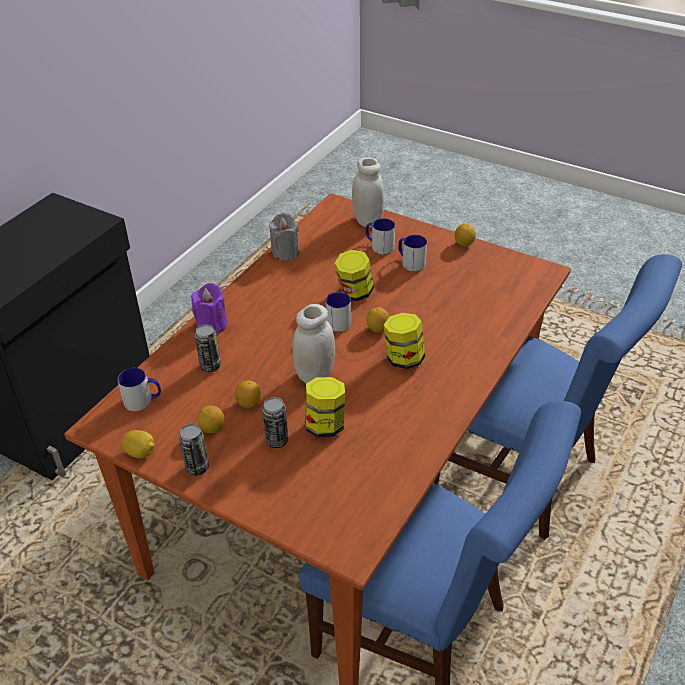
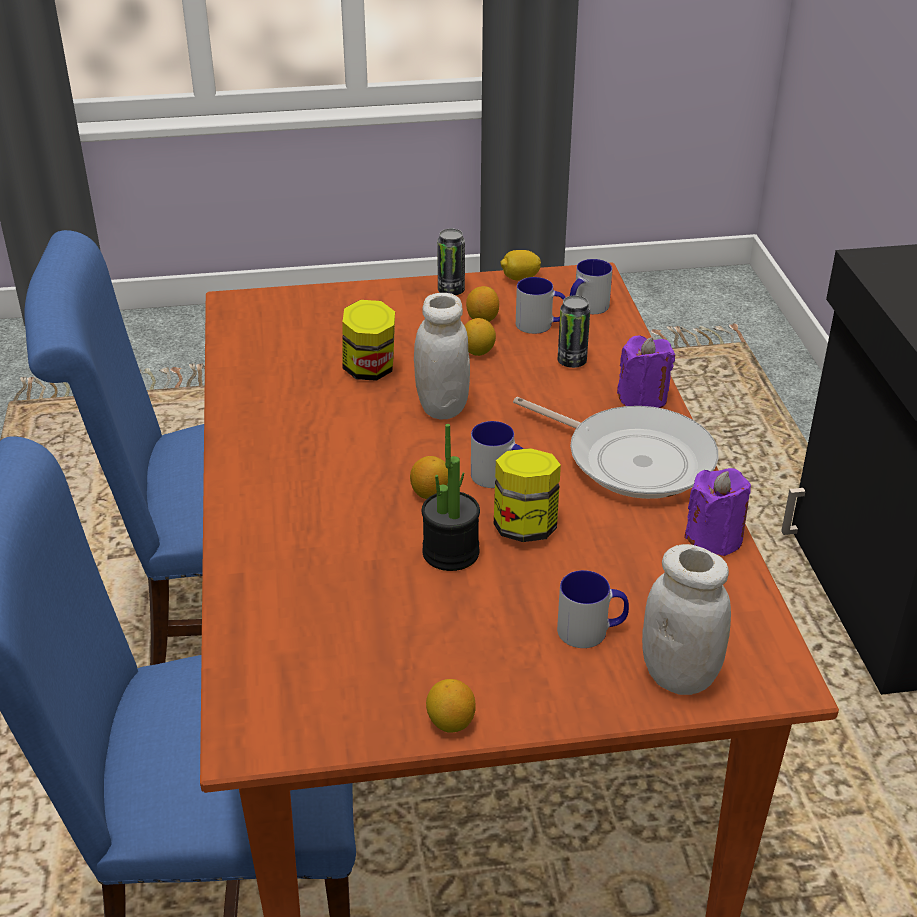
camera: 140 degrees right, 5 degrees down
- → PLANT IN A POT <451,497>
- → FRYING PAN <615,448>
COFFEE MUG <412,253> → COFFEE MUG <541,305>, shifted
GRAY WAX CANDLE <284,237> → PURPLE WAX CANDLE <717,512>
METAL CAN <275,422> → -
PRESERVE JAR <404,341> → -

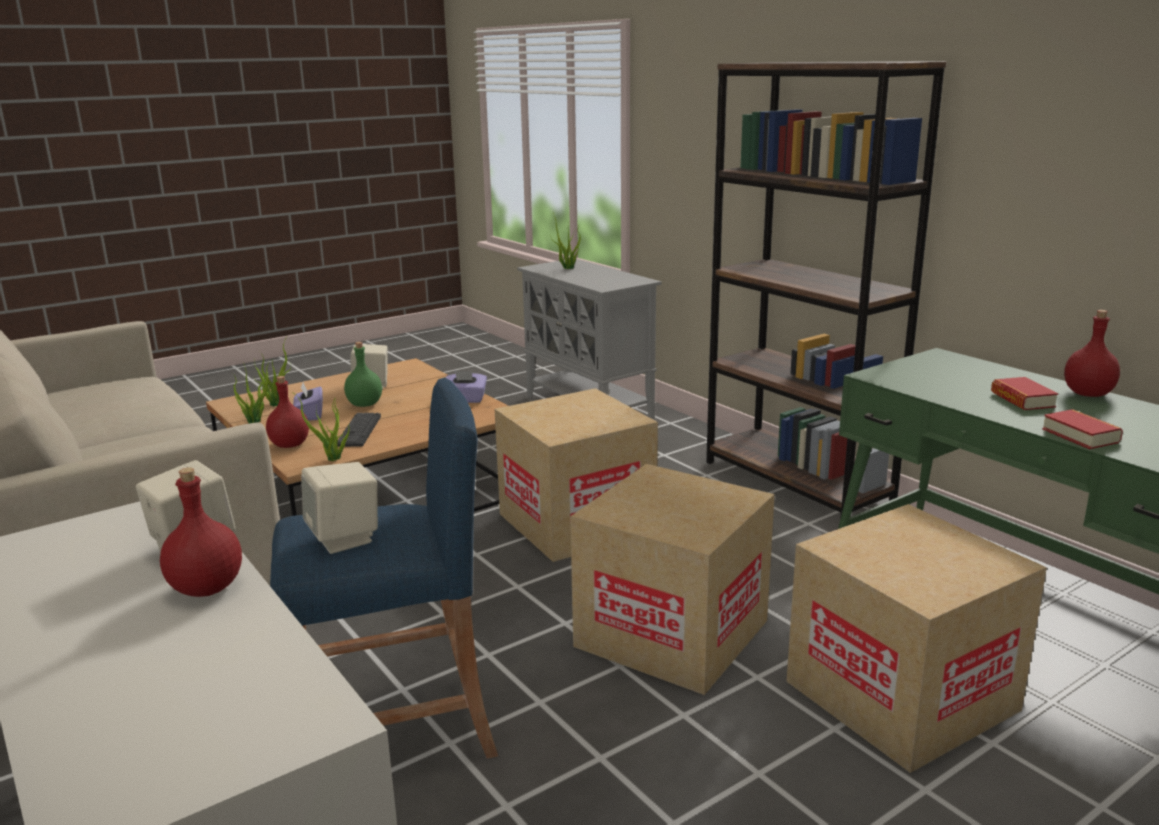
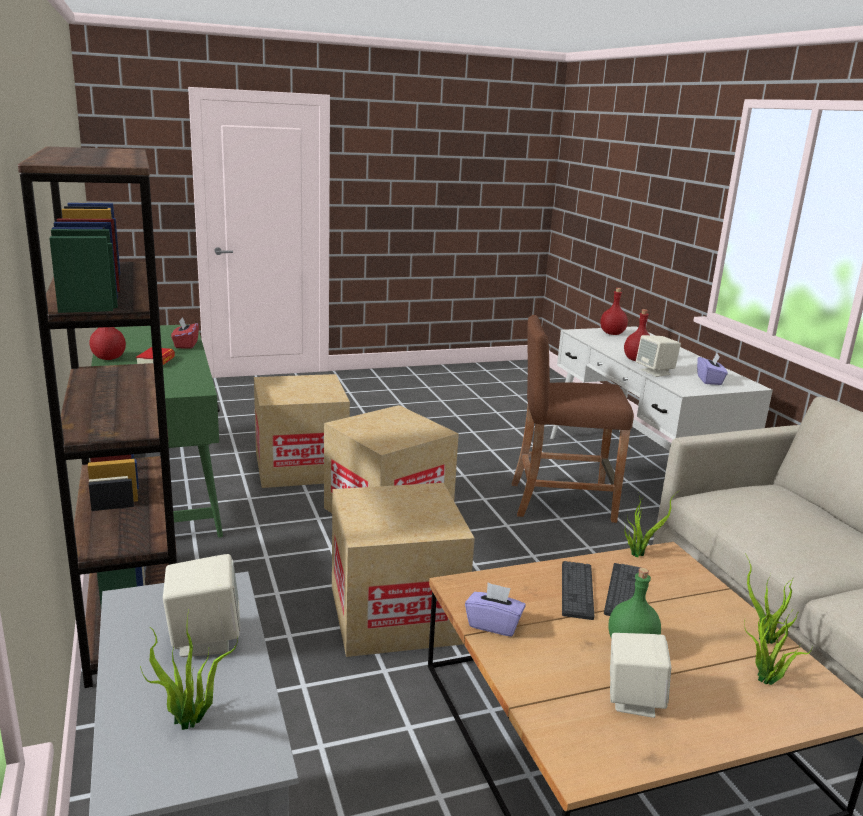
camera: 165 degrees left, 0 degrees up
BEIGE-COLOURED SPEAKER <339,508> → BEIGE-COLOURED SPEAKER <201,605>, shifted
BOUND BOOK <1082,429> → RED-COLOURED TISSUE BOX <185,333>
BLUE STOOL <384,568> → BROWN-COLOURED STOOL <573,419>
- → COMPUTER KEYBOARD <578,590>
RED-COLOURED DRINK BOTTLE <287,412> → RED-COLOURED DRINK BOTTLE <614,311>, shifted
PURPLE TISSUE BOX <308,402> → PURPLE TISSUE BOX <712,369>, shifted

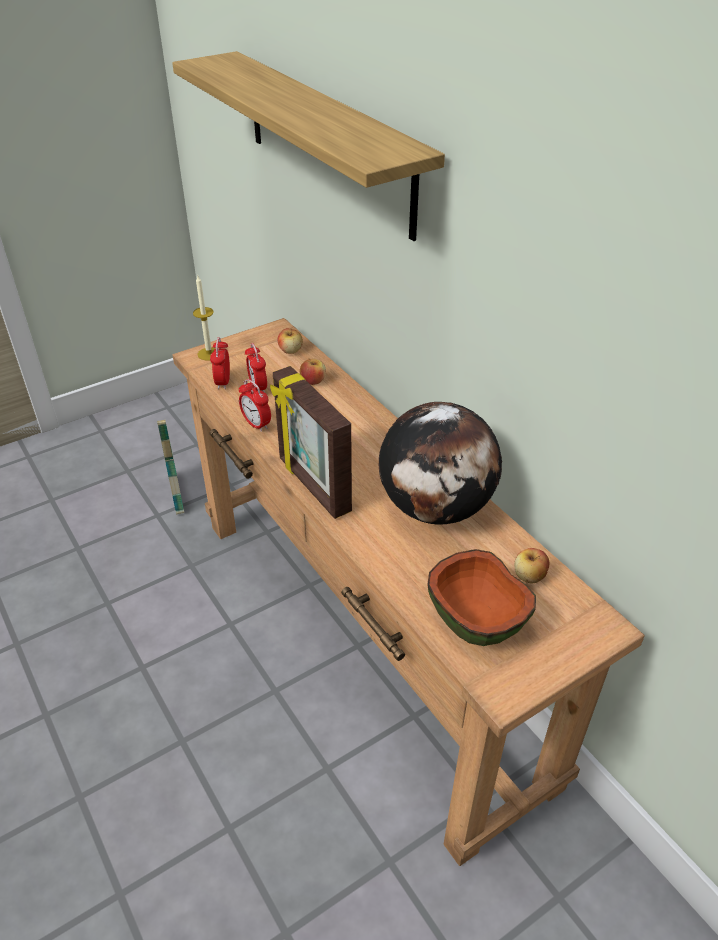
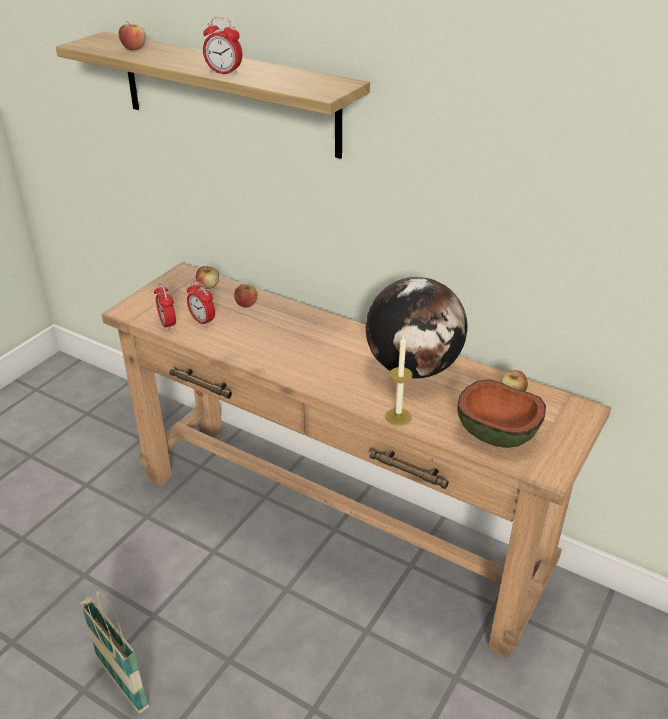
camera: 25 degrees left, 5 degrees down
HOUSEHOLD BASKET <170,464> → HOUSEHOLD BASKET <114,652>, shifted
- → WHOLE APPLE <132,35>
BEDSIDE CLOCK <255,405> → BEDSIDE CLOCK <222,46>, shifted
WAX CANDLE <204,318> → WAX CANDLE <399,380>, shifted
PICTURE FRAME <311,442> → -

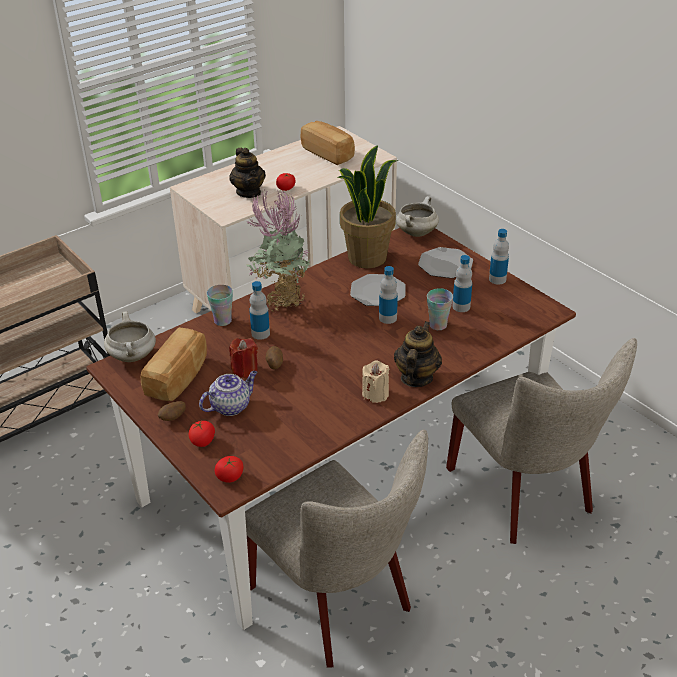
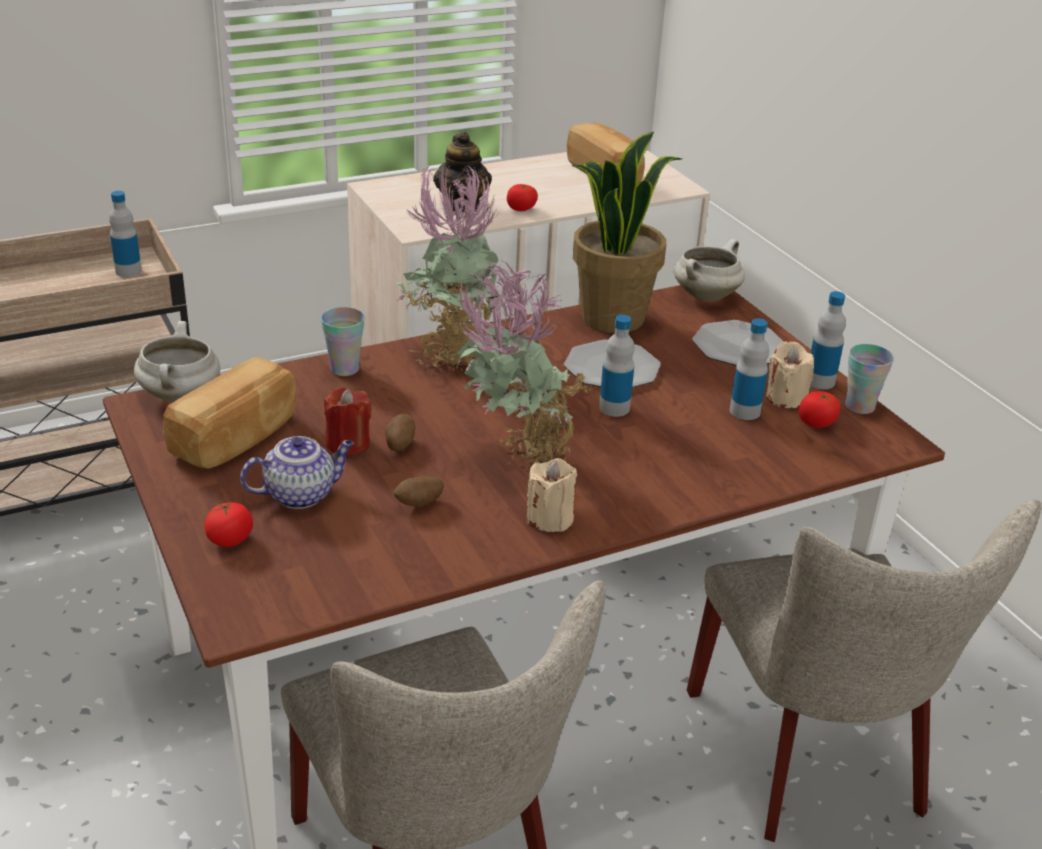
camera: 10 degrees right, 5 degrees down
DRINK BOTTLE <259,310> → DRINK BOTTLE <125,234>, shifted
WHOLE POTATO <172,411> → WHOLE POTATO <419,491>, shifted
- → PLANT IN A POT <525,361>
- → BEIGE-COLOURED WAX CANDLE <790,374>
TOMATO <229,469> → TOMATO <819,409>, shifted
CUP <440,309> → CUP <869,379>, shifted
TEA POT <418,354> → -

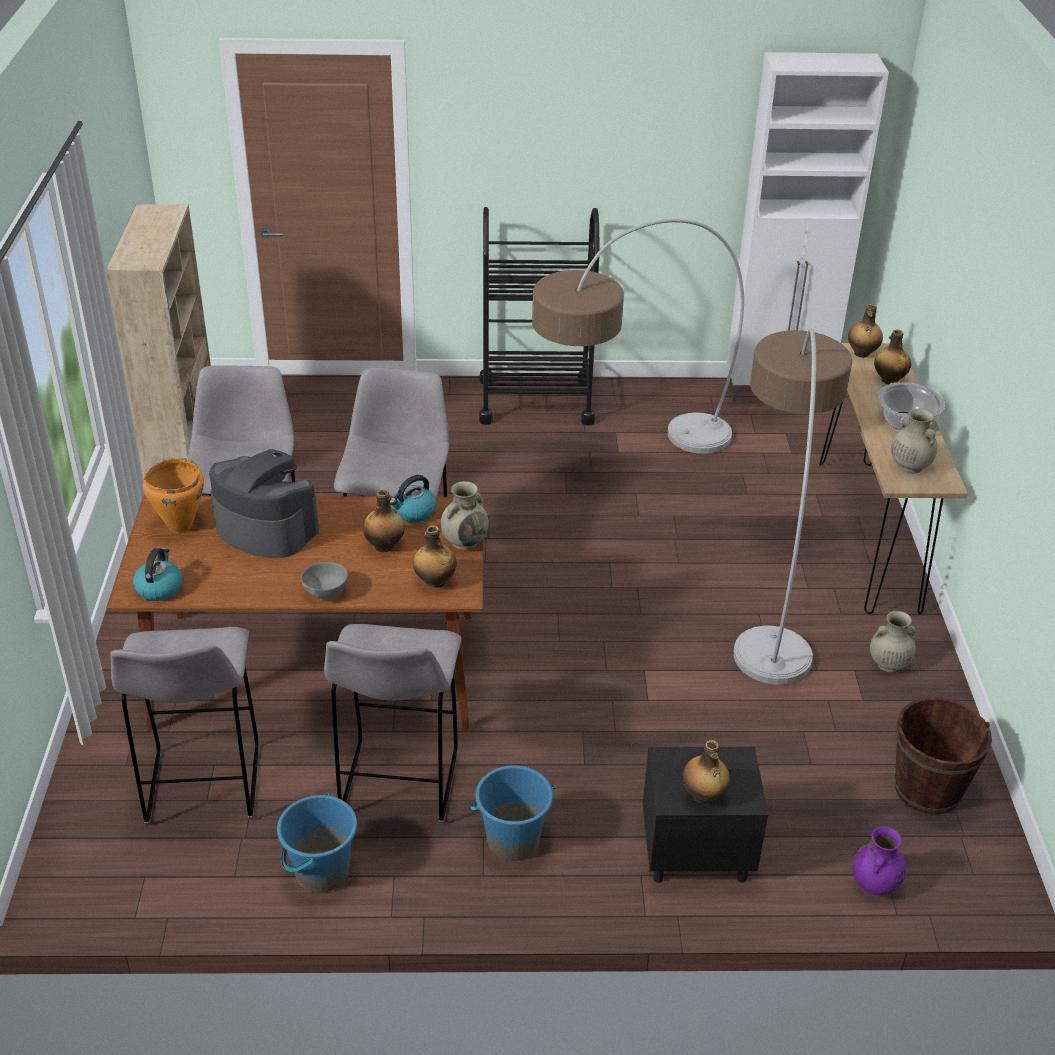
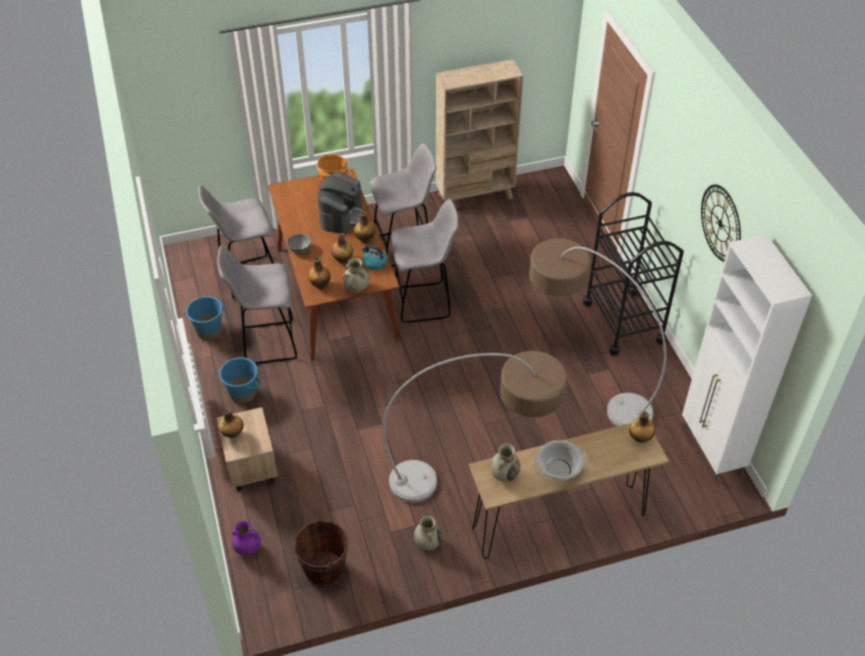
camera: 75 degrees right, 10 degrees up
BLACK BEDSIDE TABLE <705,815> → BEIGE-COLOURED BEDSIDE TABLE <247,449>
DRINK BOTTLE <892,356> → DRINK BOTTLE <364,227>, shifted
- → WALL CLOCK <721,223>
TEA KETTLE <158,574> → -

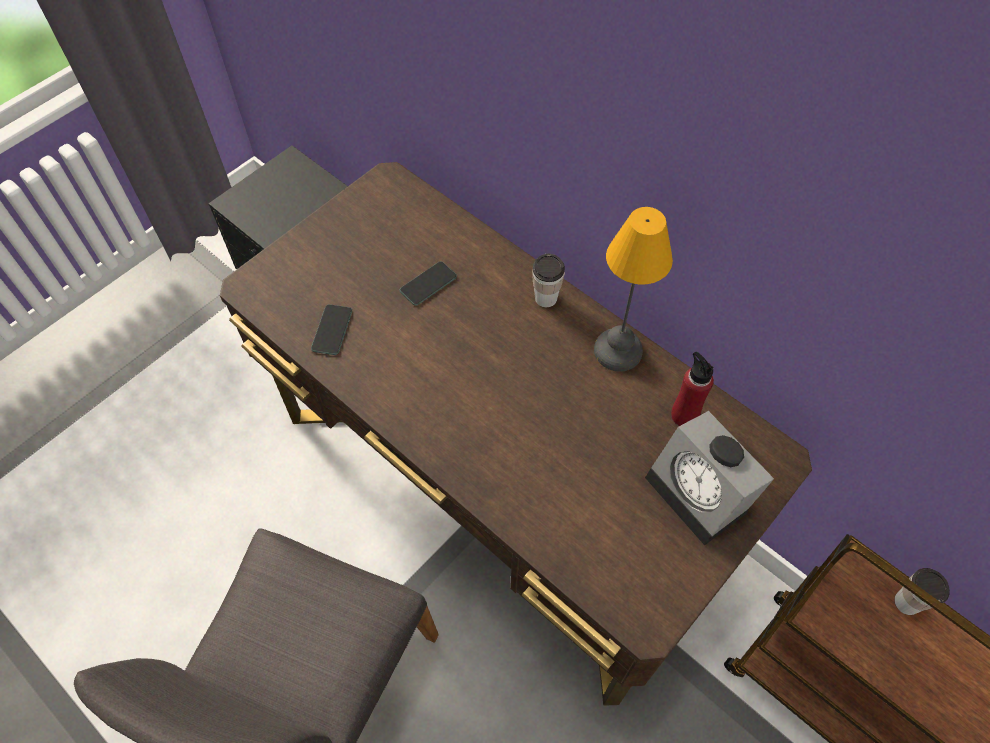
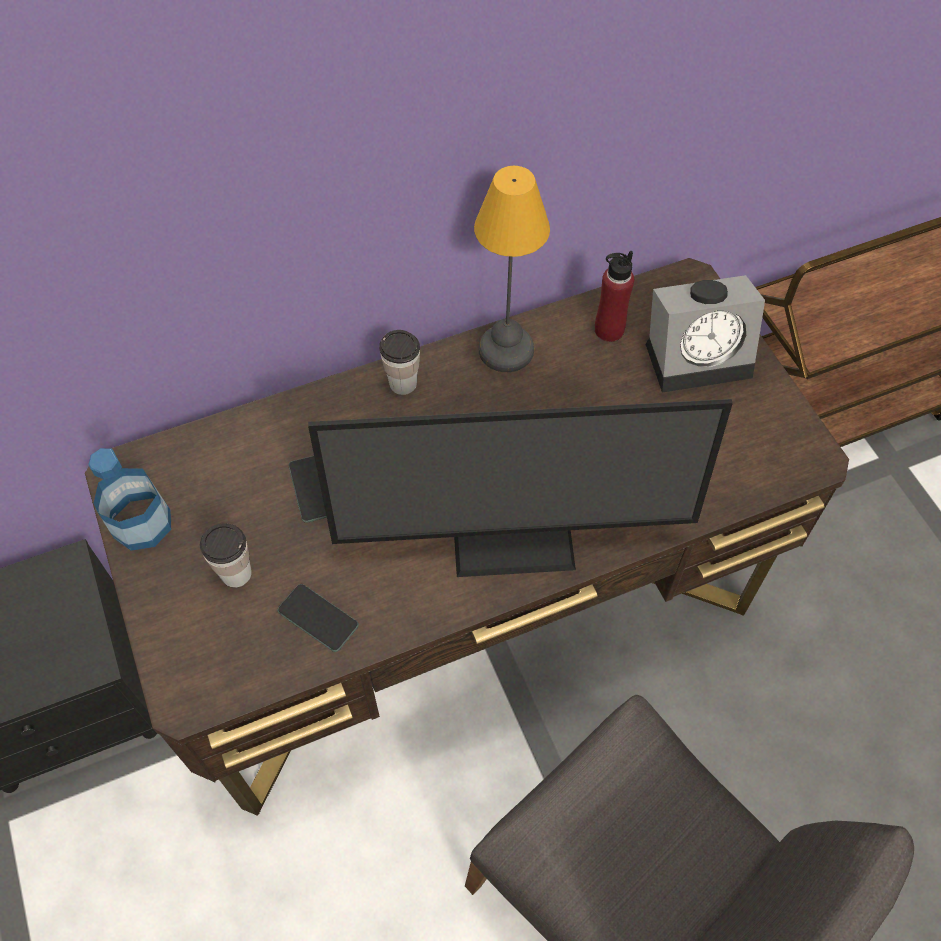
camera: 65 degrees left, 0 degrees up
- → DRINK BOTTLE <129,499>
CUP <922,591> → CUP <226,555>, shifted
- → COMPUTER SCREEN <520,488>

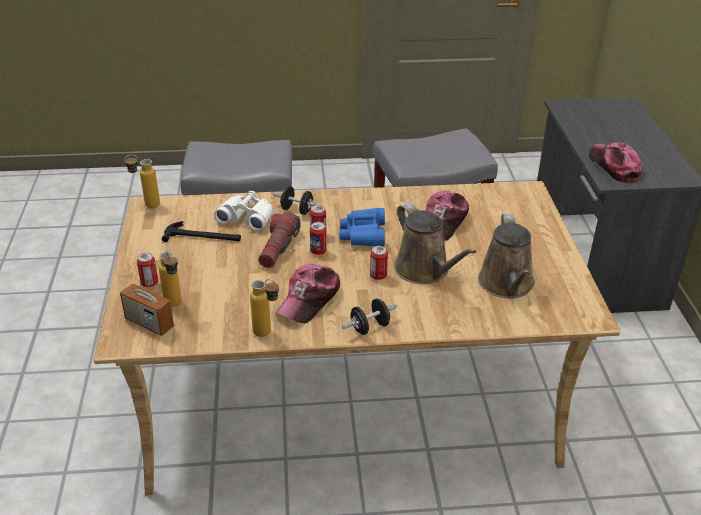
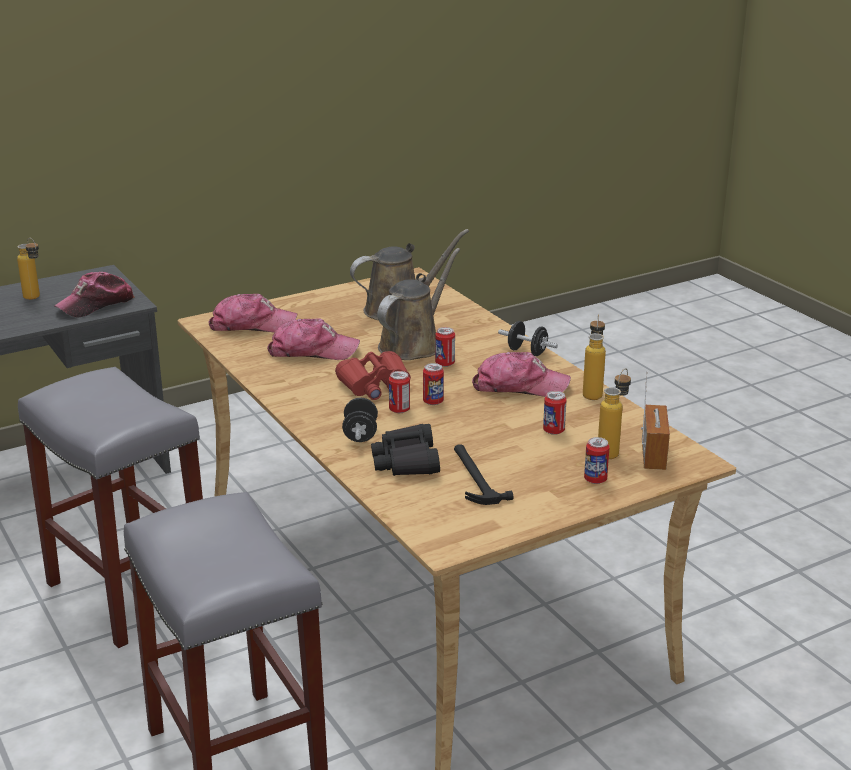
camera: 115 degrees left, 10 degrees down
DRINK BOTTLE <142,181> → DRINK BOTTLE <28,269>, shifted
- → PEAKED CAP <252,313>
BLUE BINOCULARS <362,227> → RED-COLOURED BINOCULARS <373,375>
WHITISH BINOCULARS <244,211> → BLACK BINOCULARS <405,450>
- → METAL CAN <555,413>
HAND TORCH <279,240> → -

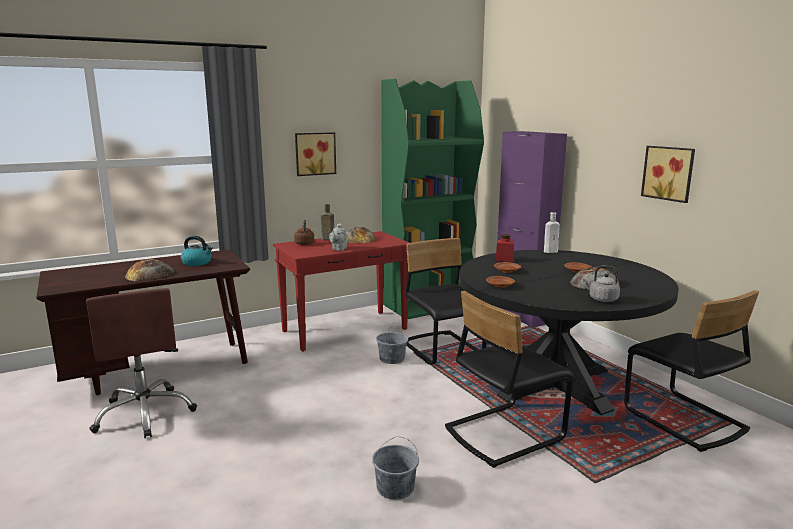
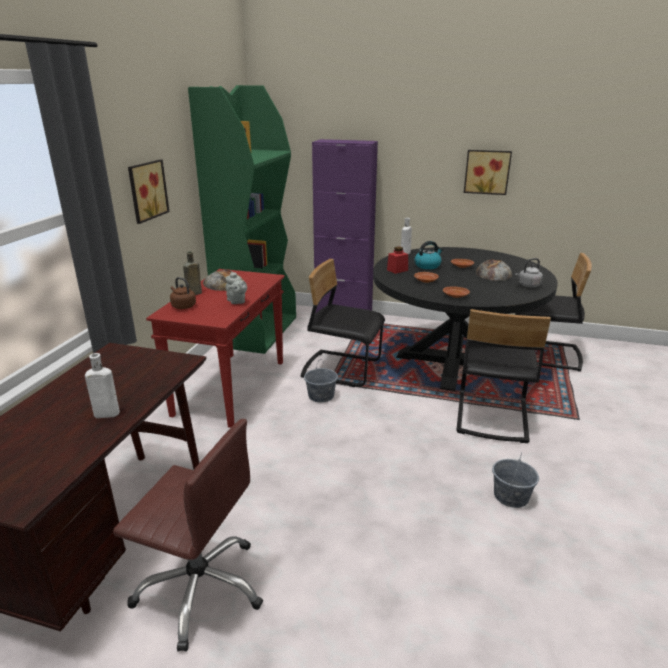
camera: 45 degrees left, 10 degrees up
BAKED BREAD <149,270> → WHITISH DRINK BOTTLE <102,385>
TEA KETTLE <197,251> → TEA KETTLE <428,255>, shifted

